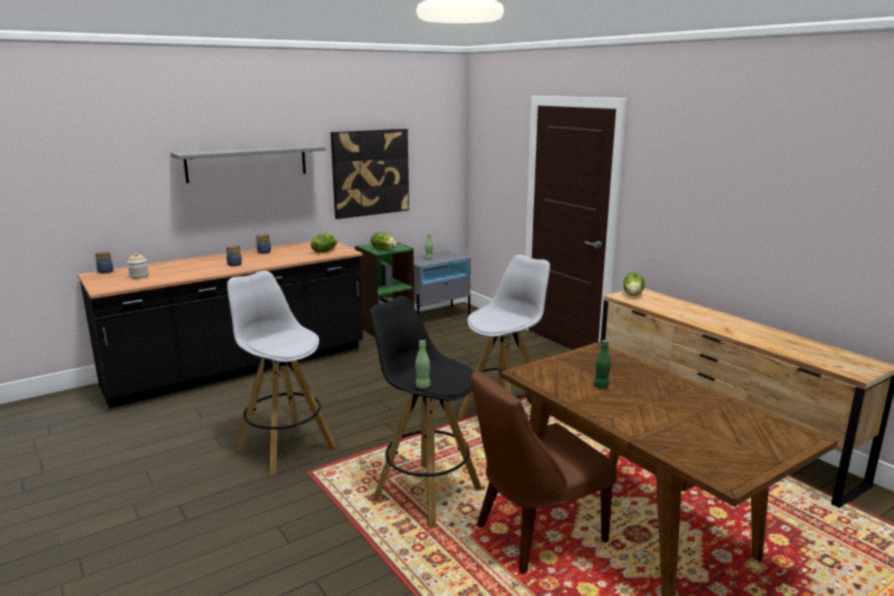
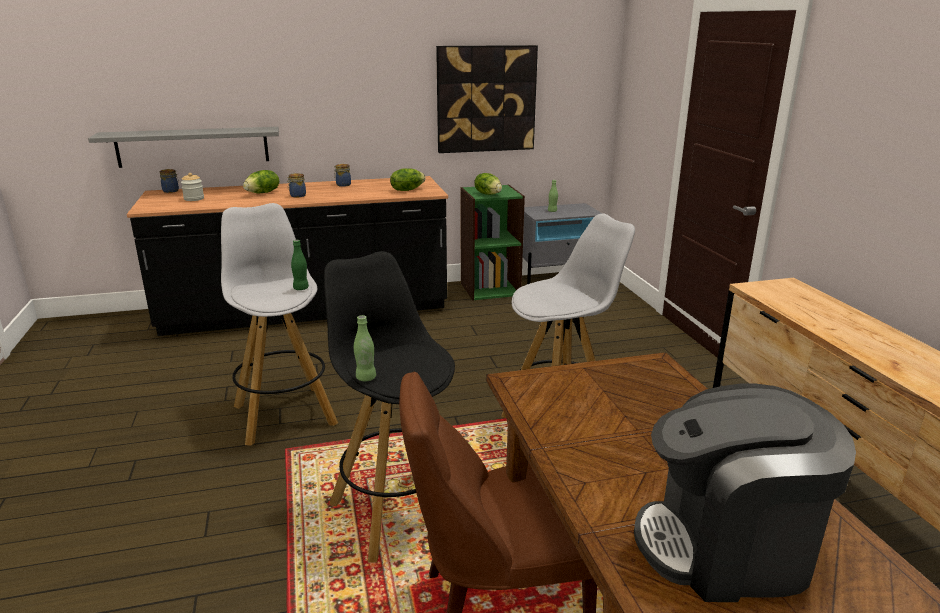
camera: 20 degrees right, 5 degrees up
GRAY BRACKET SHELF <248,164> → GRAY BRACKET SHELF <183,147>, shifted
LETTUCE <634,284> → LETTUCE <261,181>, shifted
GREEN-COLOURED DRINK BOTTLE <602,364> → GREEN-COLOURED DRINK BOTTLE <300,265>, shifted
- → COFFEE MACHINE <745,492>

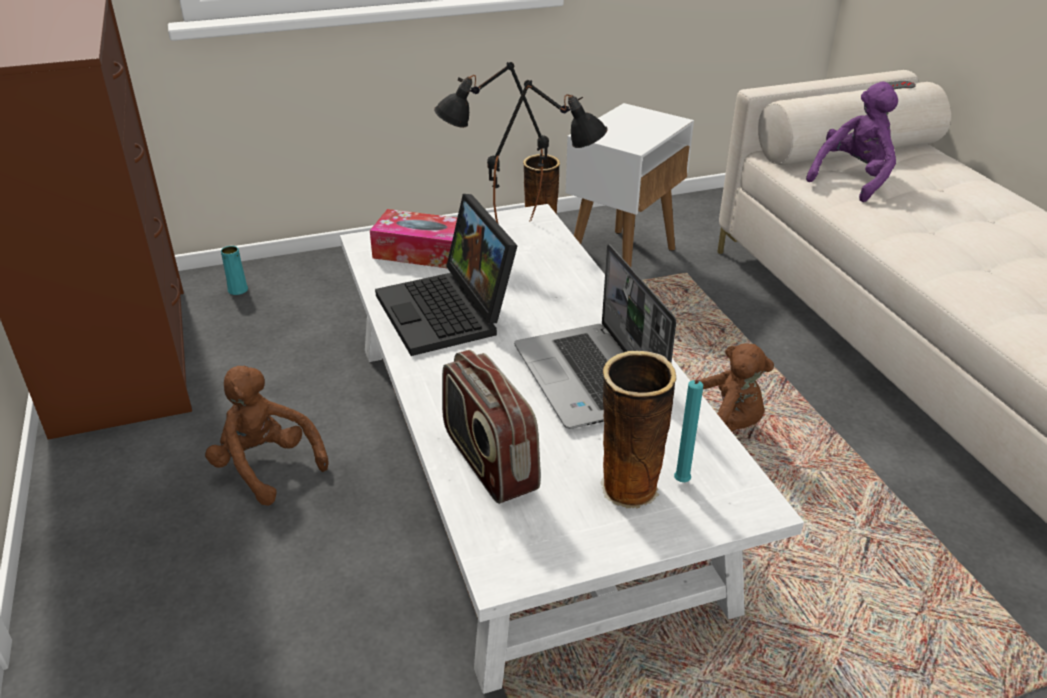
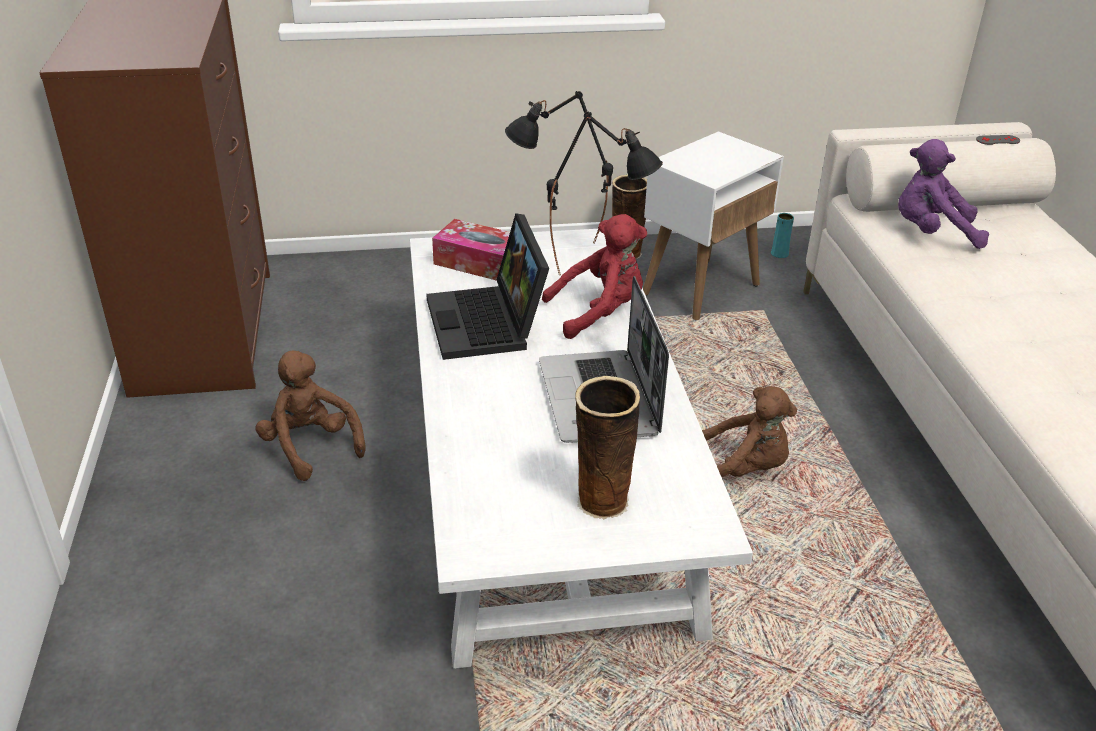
camera: 10 degrees right, 0 degrees up
- → RED-COLOURED PLUSH TOY <594,276>
TURQUOISE-COLOURED VASE <234,270> → TURQUOISE-COLOURED VASE <782,235>, shifted
PURPLE PLUSH TOY <852,142> → PURPLE PLUSH TOY <943,194>, 135 degrees counterclockwise
RADIO RECEIVER <491,427> → -
TURQUOISE-COLOURED WAX CANDLE <688,431> → -

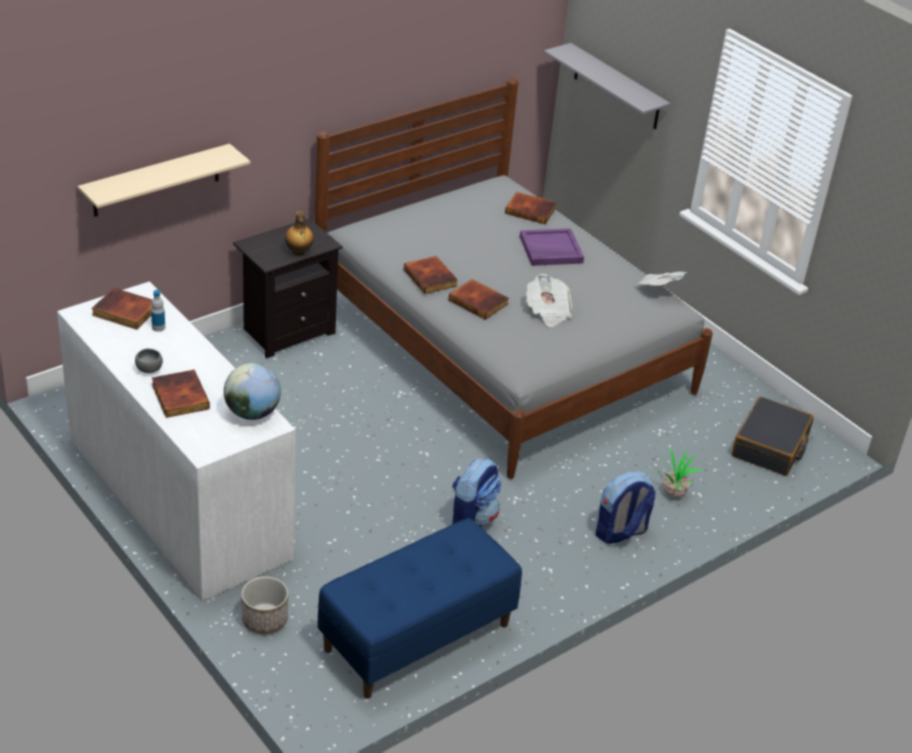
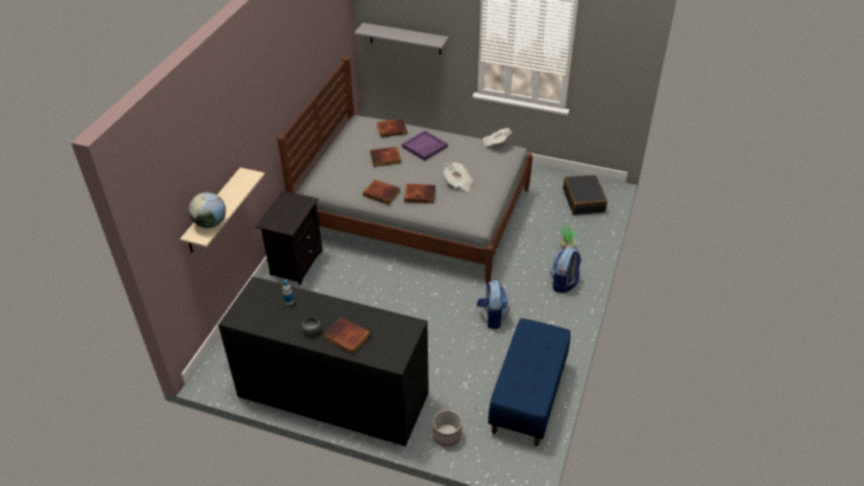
camera: 30 degrees left, 5 degrees up
GLOBE <252,391> → GLOBE <207,210>, shifted
WHITISH CHEST OF DRAWERS <176,441> → BLACK CHEST OF DRAWERS <323,361>
BOUND BOOK <122,309> → BOUND BOOK <385,157>, shifted
DRINK BOTTLE <299,233> → -

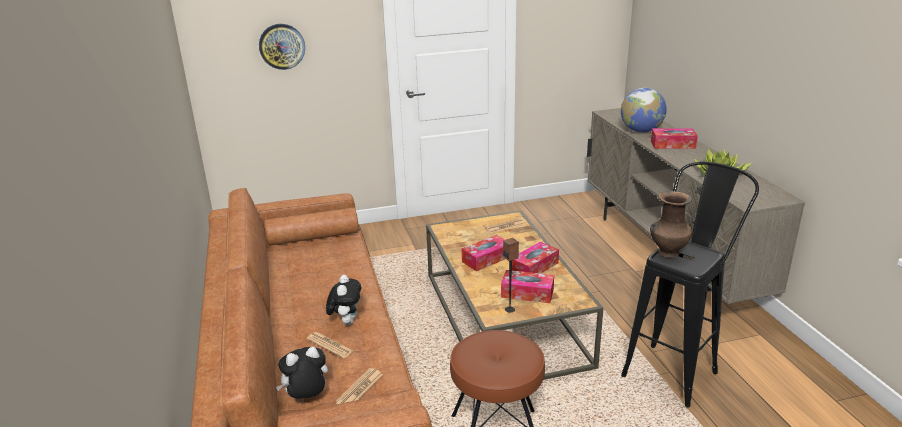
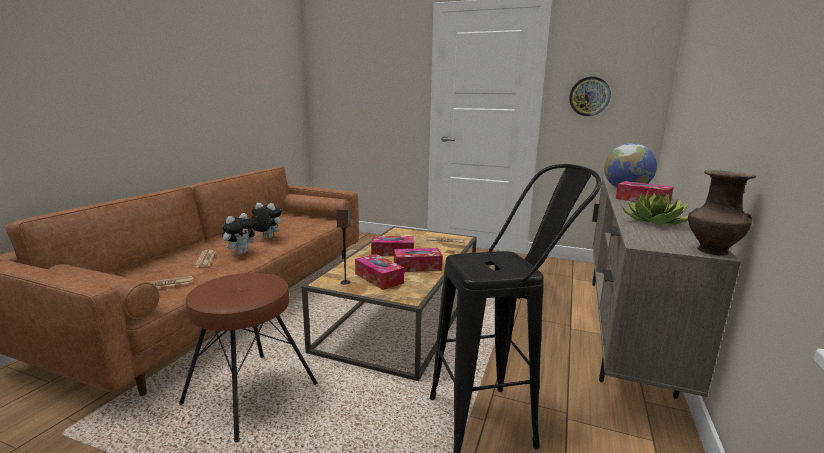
camera: 35 degrees right, 10 degrees down
PLUSH TOY <302,373> → PLUSH TOY <266,220>, shifted
WALL CLOCK <282,47> → WALL CLOCK <590,96>, shifted
BROWN-COLOURED VASE <671,224> → BROWN-COLOURED VASE <722,213>, shifted

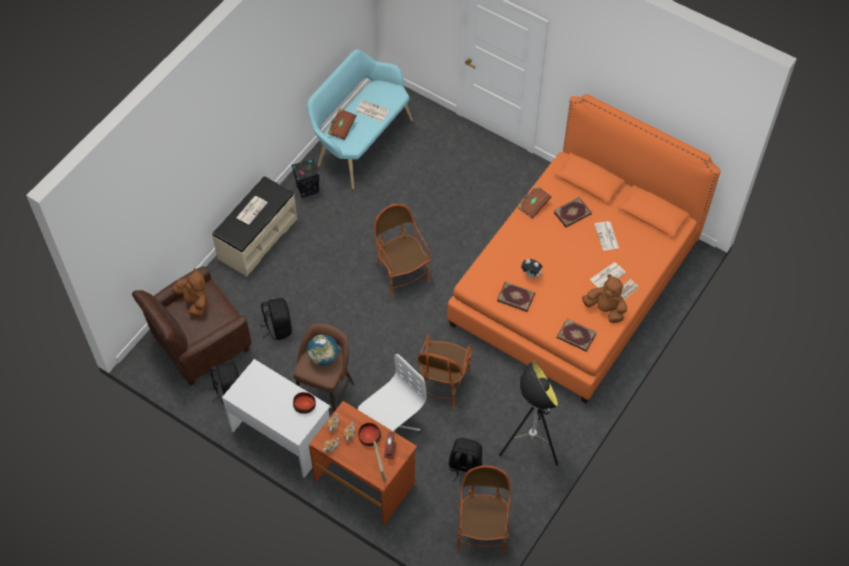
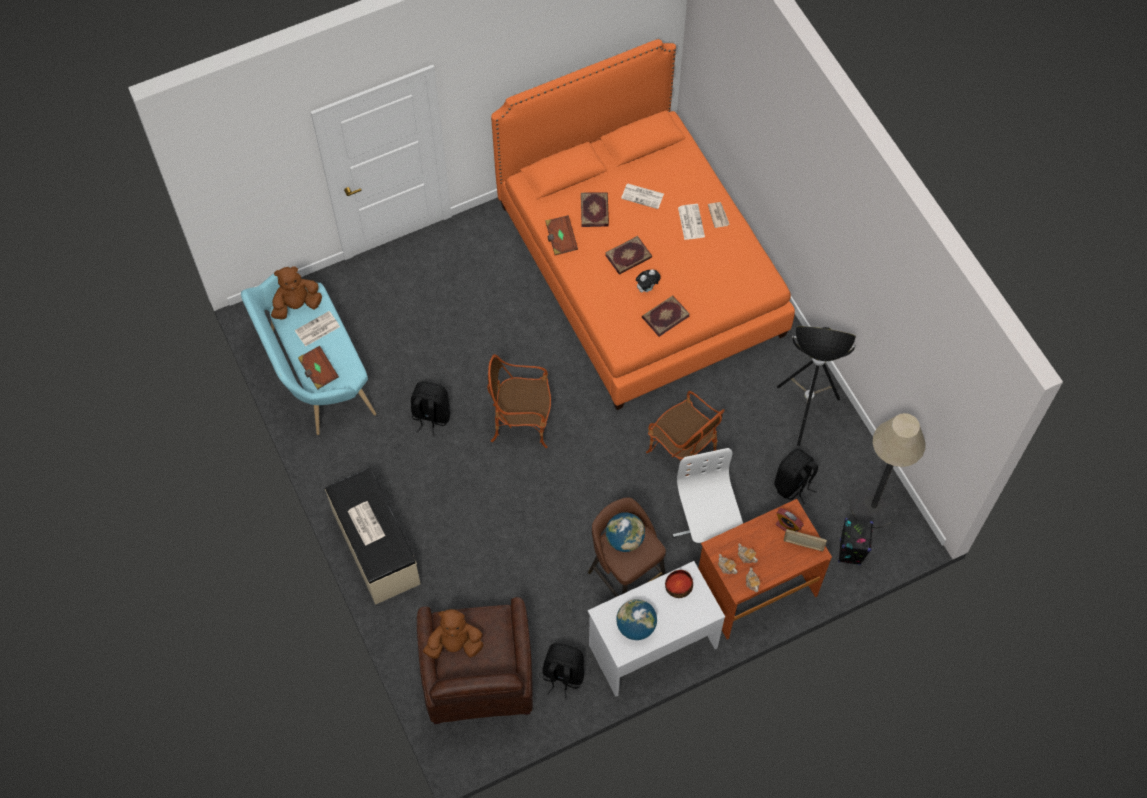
camera: 60 degrees left, 5 degrees up
BROWN-COLOURED PLUSH TOY <604,298> → BROWN-COLOURED PLUSH TOY <296,293>, shifted
BLACK KNAPSACK <276,319> → BLACK KNAPSACK <430,408>, shifted
BOUND BOOK <577,335> → BOUND BOOK <628,255>, shifted
- → GLOBE <636,619>
BLACK SPEAKER <305,178> → BLACK SPEAKER <855,541>, shifted
LOUNGE CHAIR <484,510> → STANDARD LAMP <888,470>
BOWL <369,434> → -

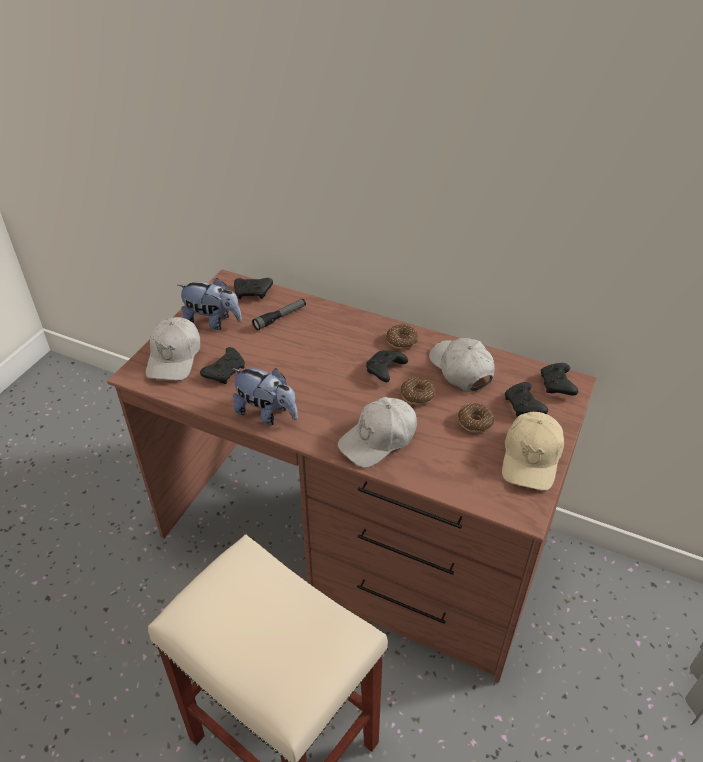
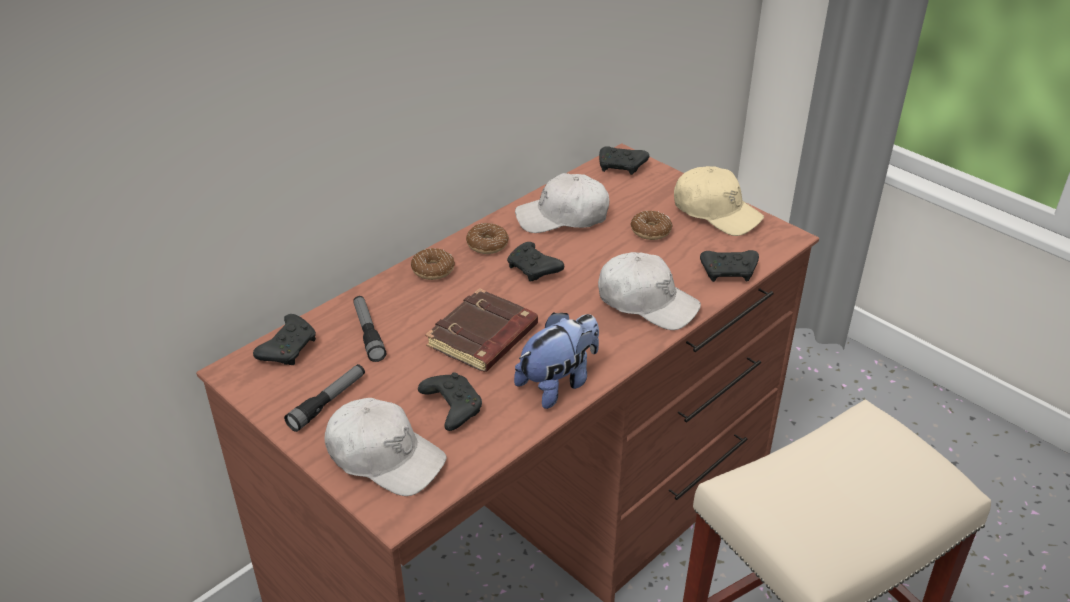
camera: 70 degrees left, 5 degrees down
PLUSH TOY <210,304> → HAND TORCH <324,398>
DONUT <417,391> → DONUT <433,264>, shifted
- → BROWN-COLOURED BOUND BOOK <481,330>
WHITISH PEAKED CAP <377,432> → WHITISH PEAKED CAP <649,291>, 45 degrees counterclockwise
BLACK GAME CONTROLLER <526,399> → BLACK GAME CONTROLLER <729,266>, shifted

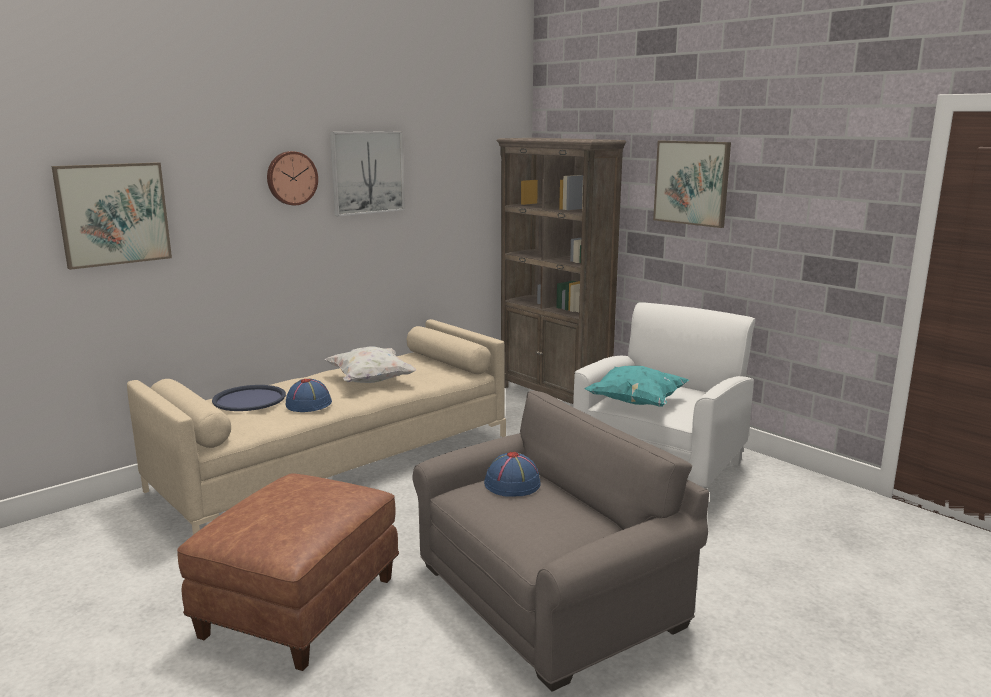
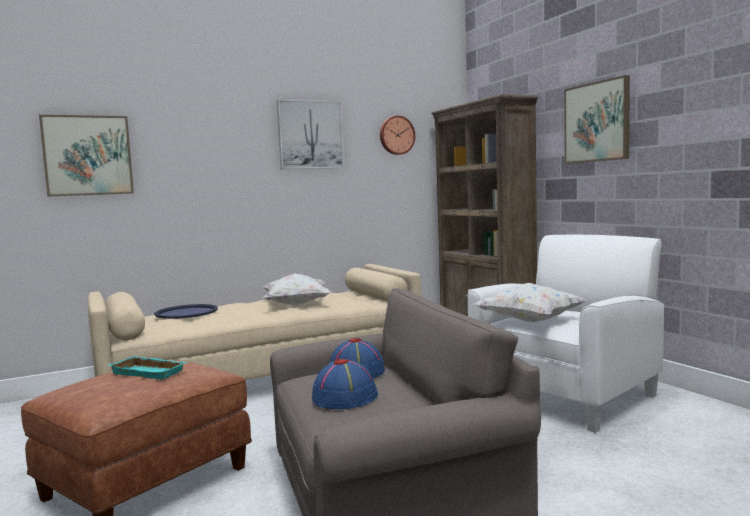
camera: 15 degrees right, 10 degrees down
- → TURQUOISE-COLOURED SERVING TRAY <147,368>
BLUE HAT <309,395> → BLUE HAT <345,384>, shifted
WALL CLOCK <292,178> → WALL CLOCK <397,135>, shifted
TURQUOISE-COLOURED PILLOW <636,386> → WHITISH PILLOW <530,302>

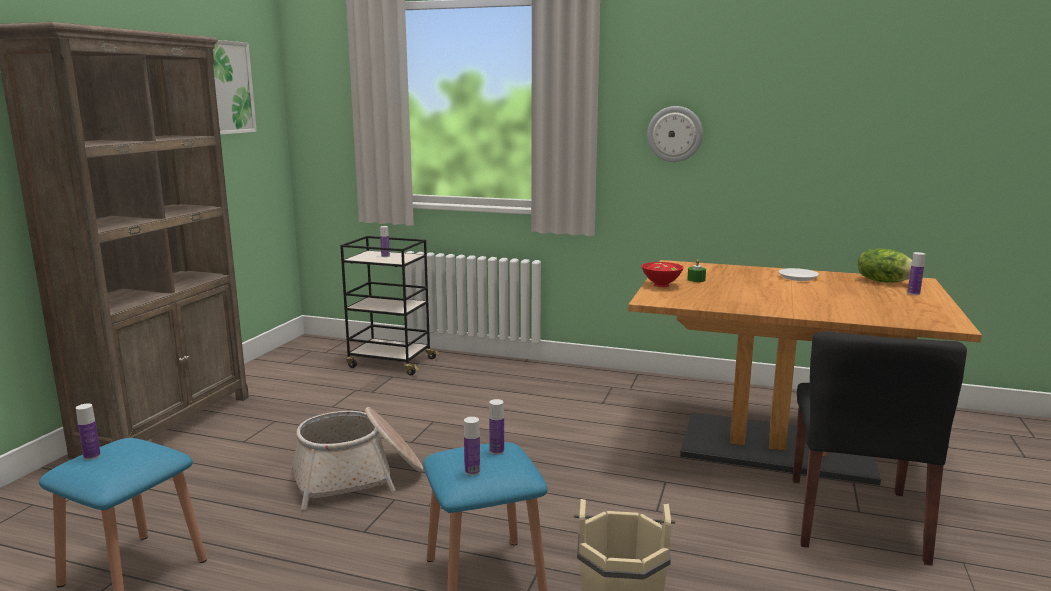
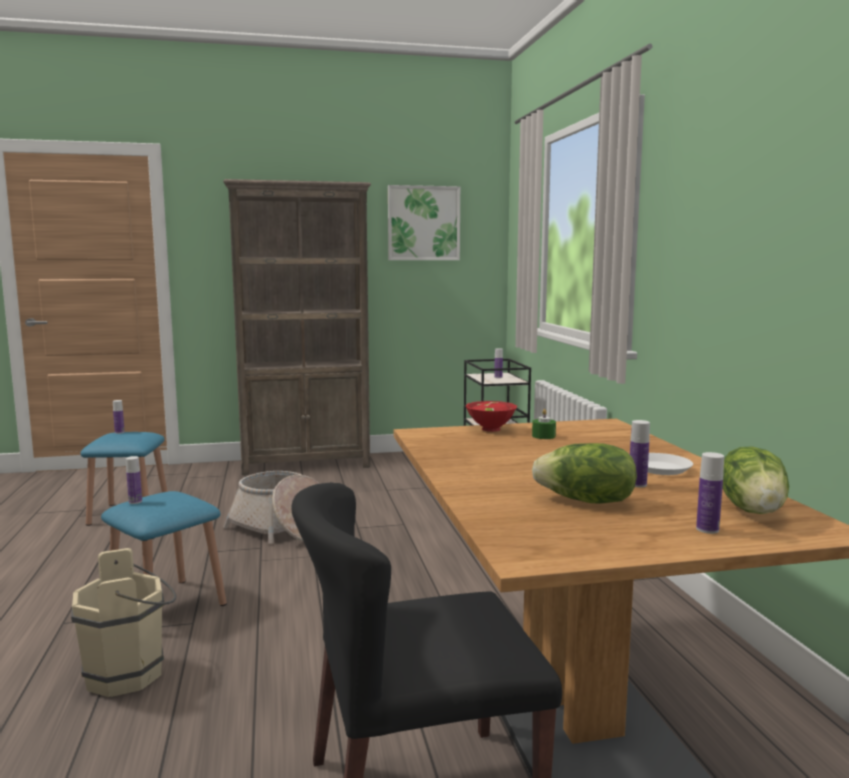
camera: 60 degrees right, 5 degrees down
- → LETTUCE <584,473>
DRINK BOTTLE <496,427> → DRINK BOTTLE <640,453>, shifted
WALL CLOCK <675,134> → -

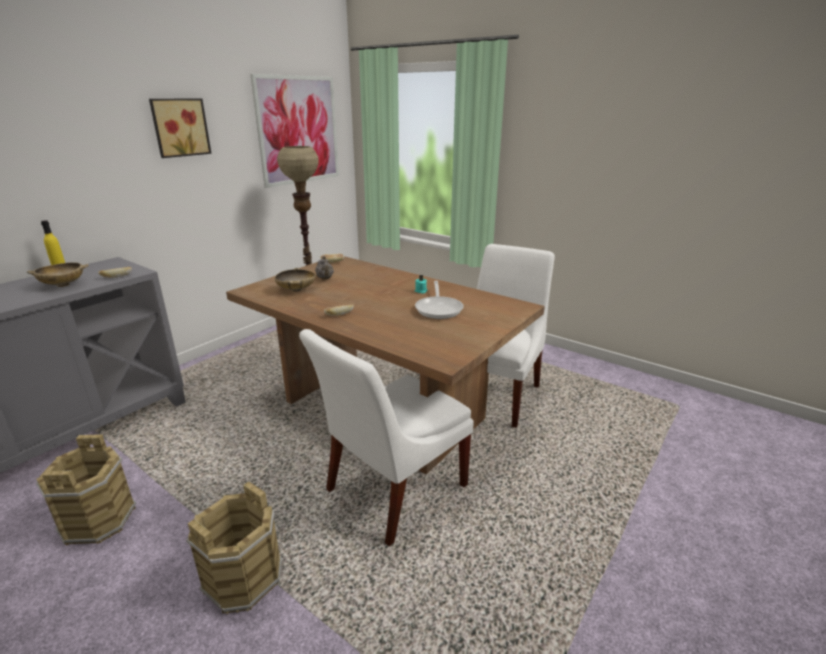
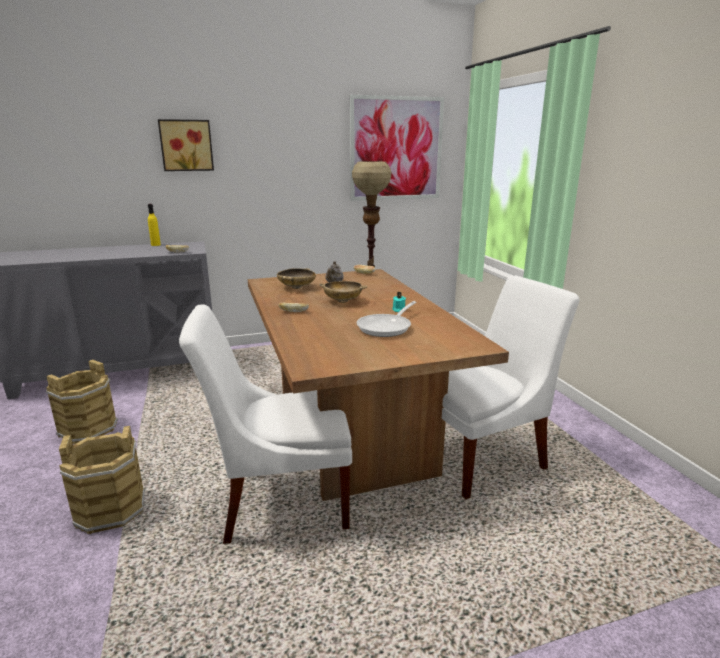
camera: 35 degrees right, 5 degrees down
WALL PICTURE <180,128> → WALL PICTURE <186,145>, shifted
BEIGE-COLOURED BOWL <58,274> → BEIGE-COLOURED BOWL <343,292>, shifted

